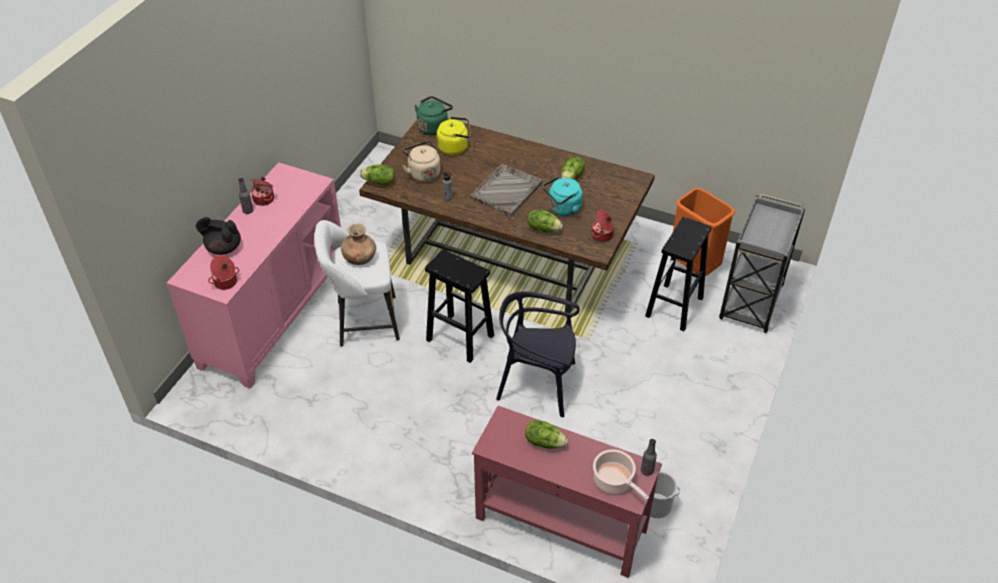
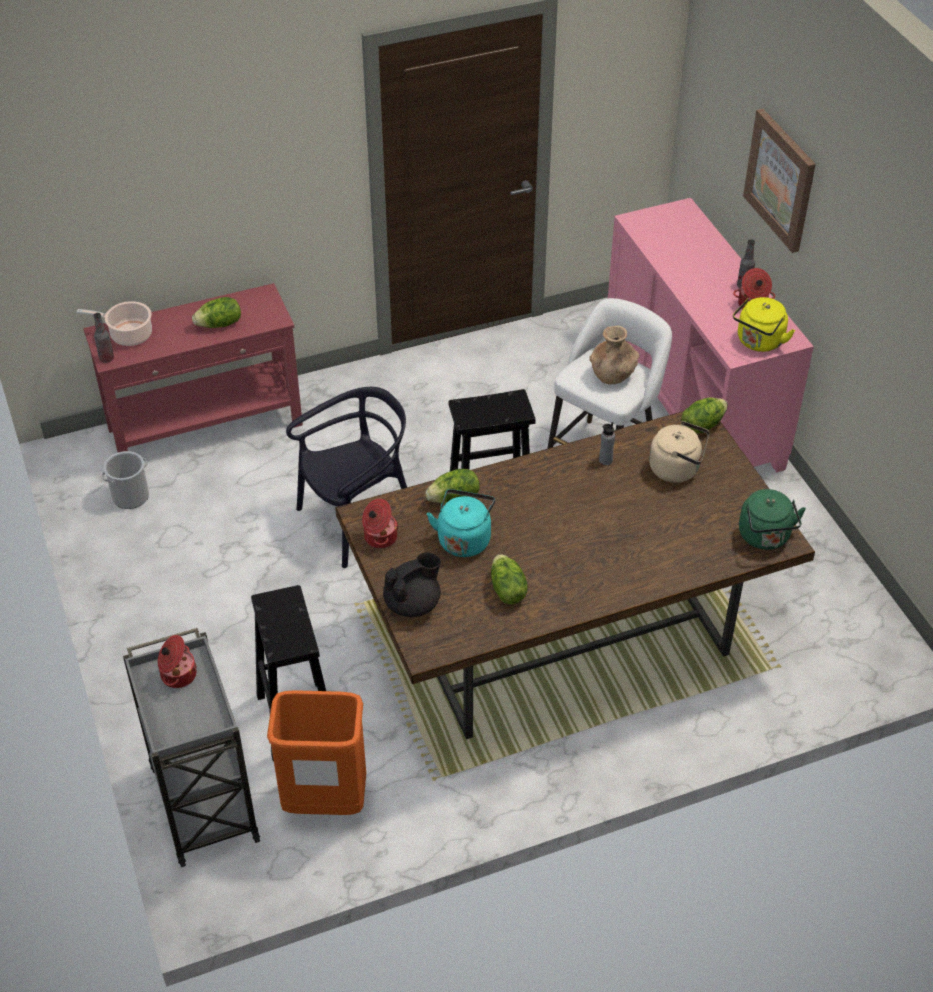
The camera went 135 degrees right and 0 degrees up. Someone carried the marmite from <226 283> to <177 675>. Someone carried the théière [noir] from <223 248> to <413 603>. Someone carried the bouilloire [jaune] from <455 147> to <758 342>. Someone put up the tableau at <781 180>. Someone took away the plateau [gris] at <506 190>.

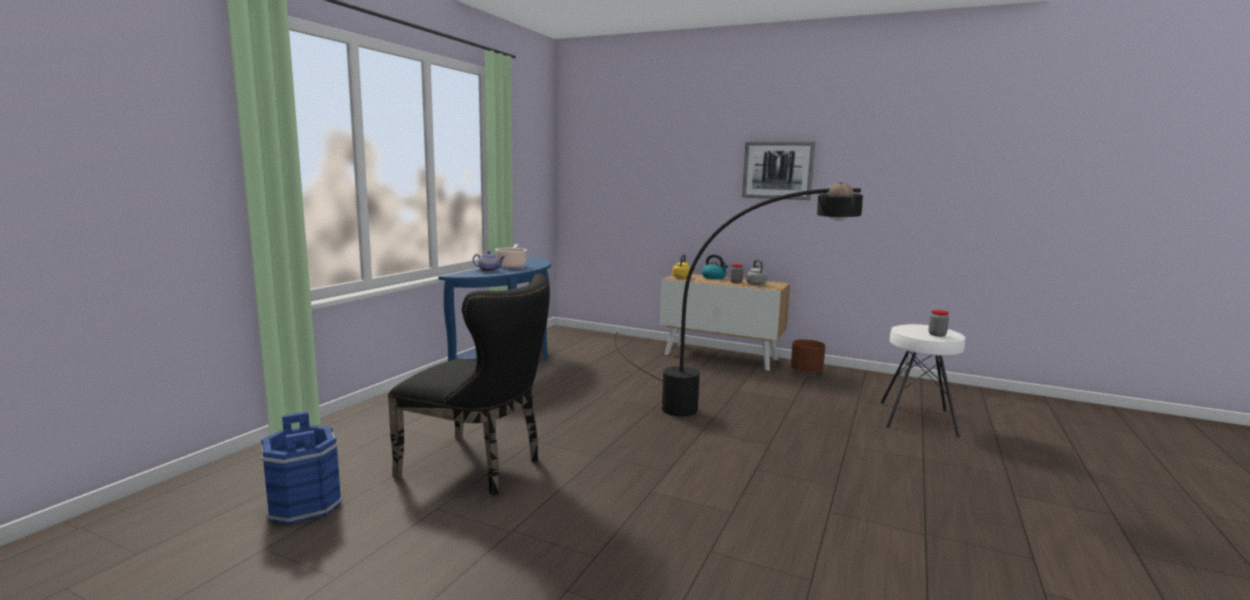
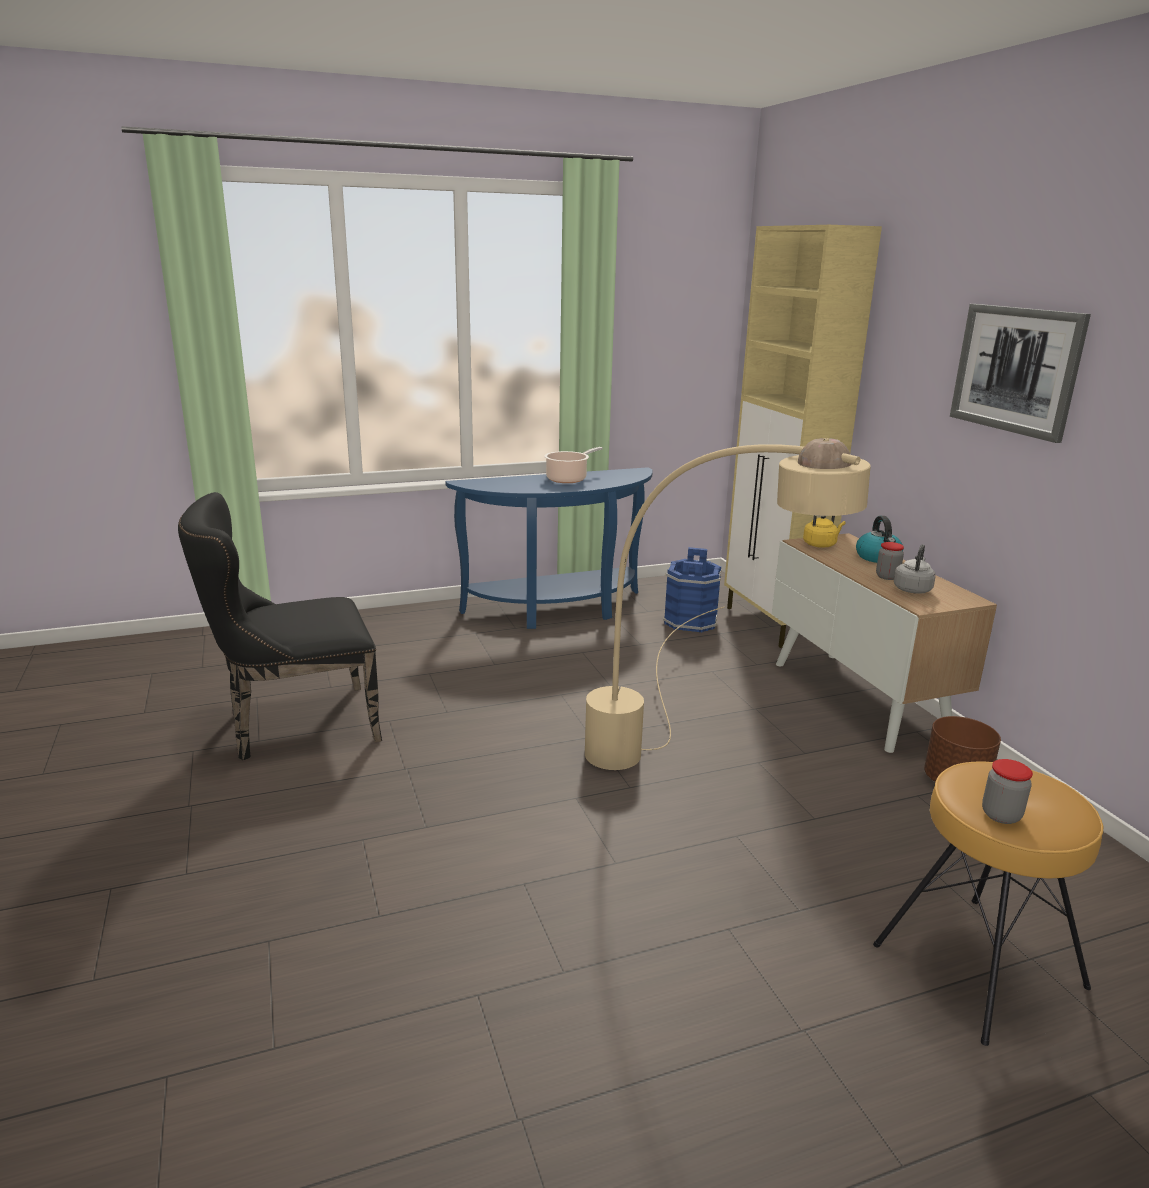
The camera went 45 degrees right and 10 degrees up. Someone rotated the chaise [noir] at <479 467> by 90 degrees clockwise. Someone repainted the lampadaire [noir] at <723 405>, which became the lampadaire [beige] at <683 776>. Someone carried the seau [bleu] from <305 505> to <691 621>. Someone put down the meuble de rangement [beige] at <771 625>. Someone repainted the tabouret [blanc] at <916 418>, which became the tabouret [marron] at <977 964>. Someone took away the théière at <489 270>.

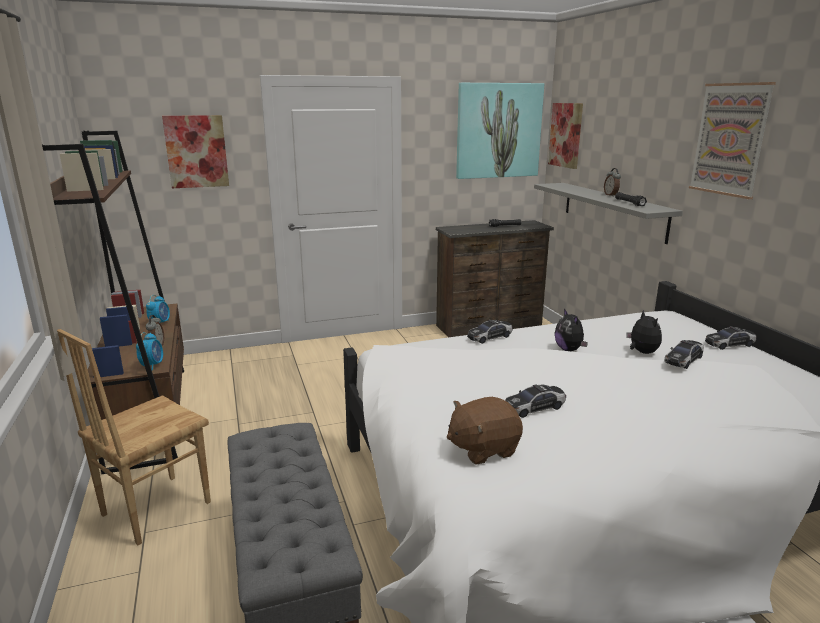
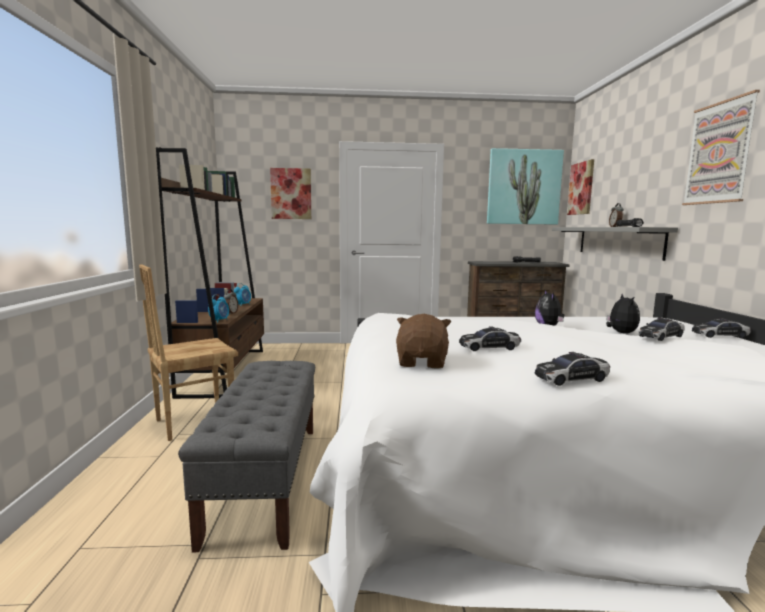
The camera went 15 degrees right and 10 degrees down. Someone rotated the peluche [marron] at <483 448> by 105 degrees clockwise. Someone carried the petite voiture from <490 337> to <571 378>.

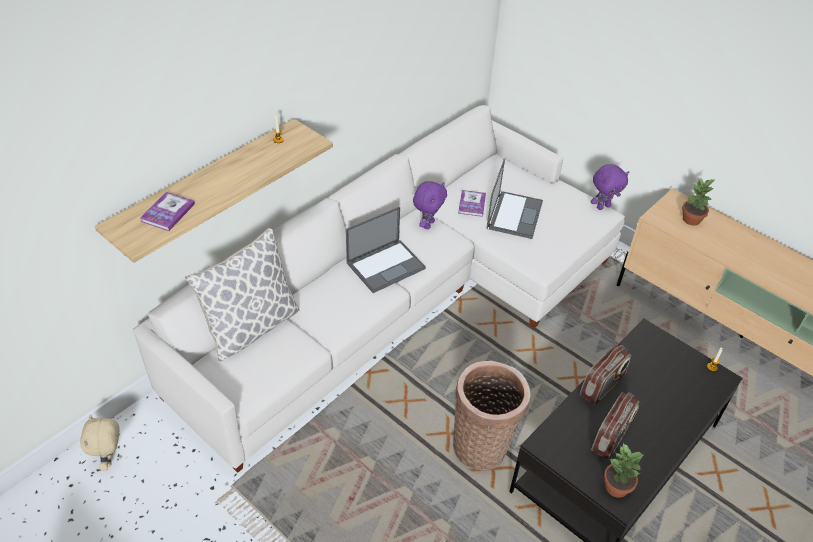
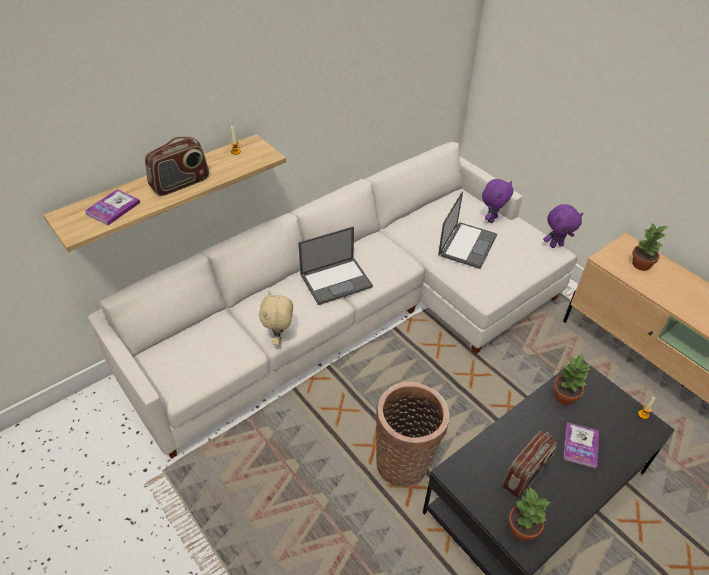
The camera went 10 degrees right and 0 degrees up. Someone carried the radio from <602 386> to <180 184>. Someone carried the peluche [beige] from <110 460> to <279 338>. Someone carried the peluche [violet] from <428 224> to <491 219>. Someone put down the plante en pot at <565 396>. Someone carried the livre from <472 204> to <580 446>. Someone took away the coussin at <251 327>.

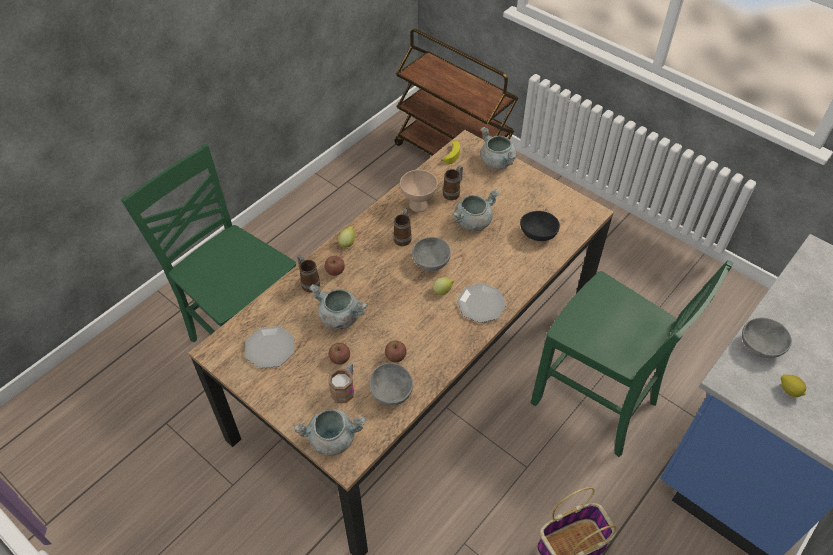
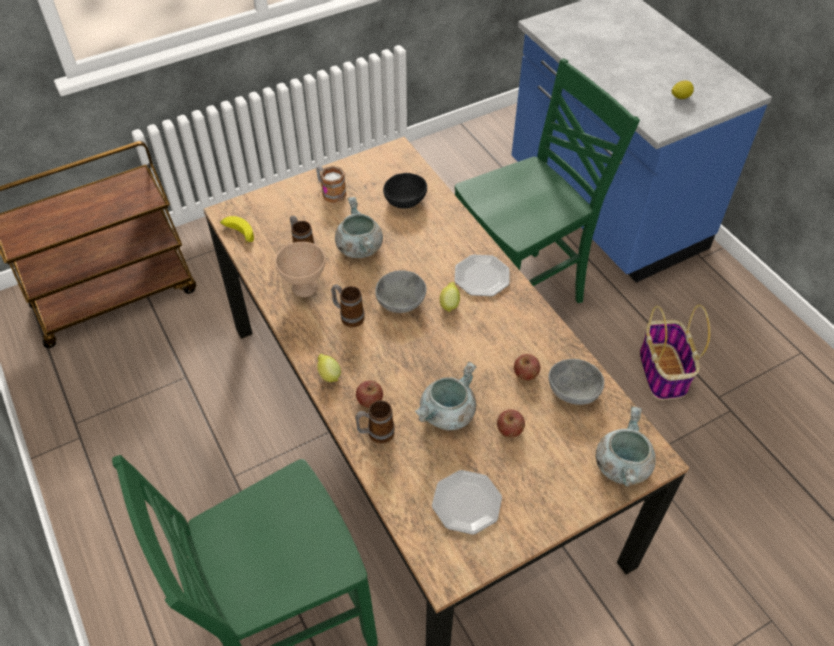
The camera went 70 degrees left and 0 degrees up. Someone carried the mug from <344 388> to <330 192>. Someone took away the marmite [gris] at <497 162>. Someone took away the bol [gris] at <761 347>.

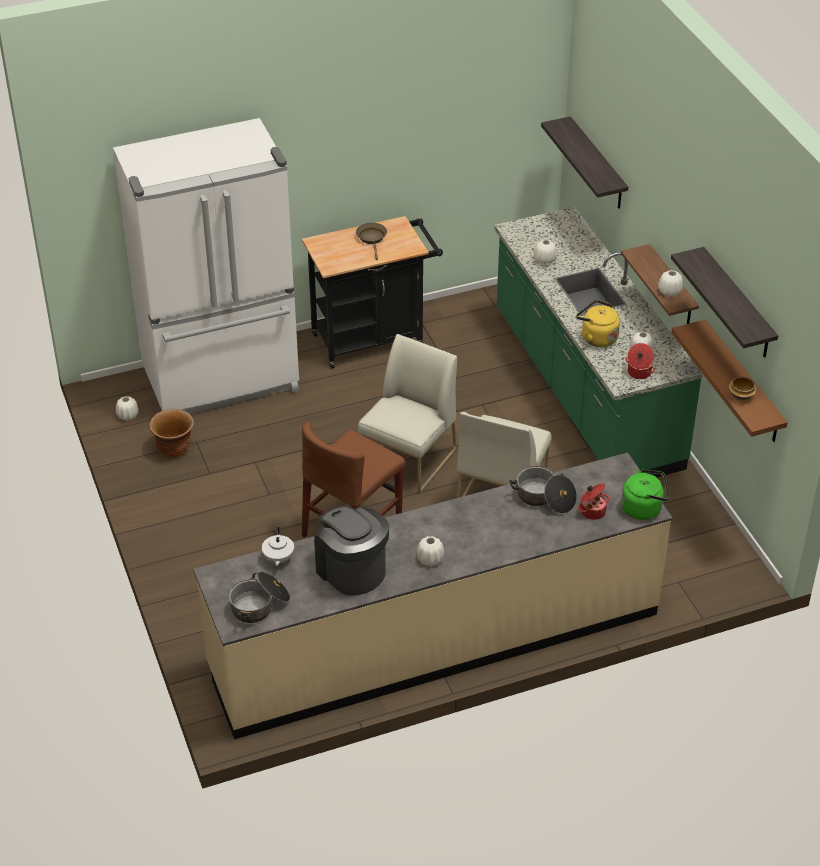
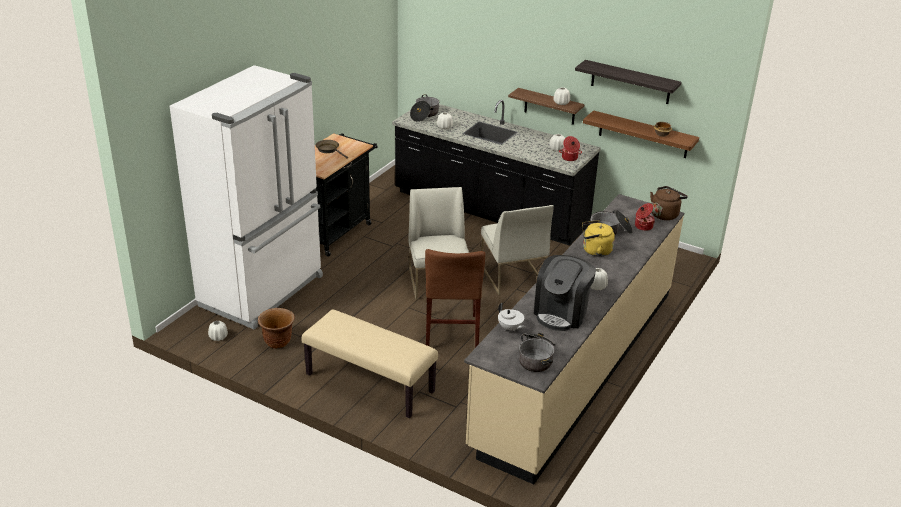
The camera went 40 degrees left and 10 degrees down. Someone put down the banc [beige] at <369 383>. Someone repainted the comptoir de cuisine [vert] at <584 390>, which became the comptoir de cuisine [noir] at <490 210>. Someone put down the marmite at <424 115>. Someone rotated the machine à café at <351 570> by 75 degrees counterclockwise. Someone carried the bouilloire [jaune] from <597 337> to <595 251>. Someone repainted the bouilloire [vert] at <644 508>, which became the bouilloire [marron] at <665 214>. Someone took away the étagère at <597 164>.

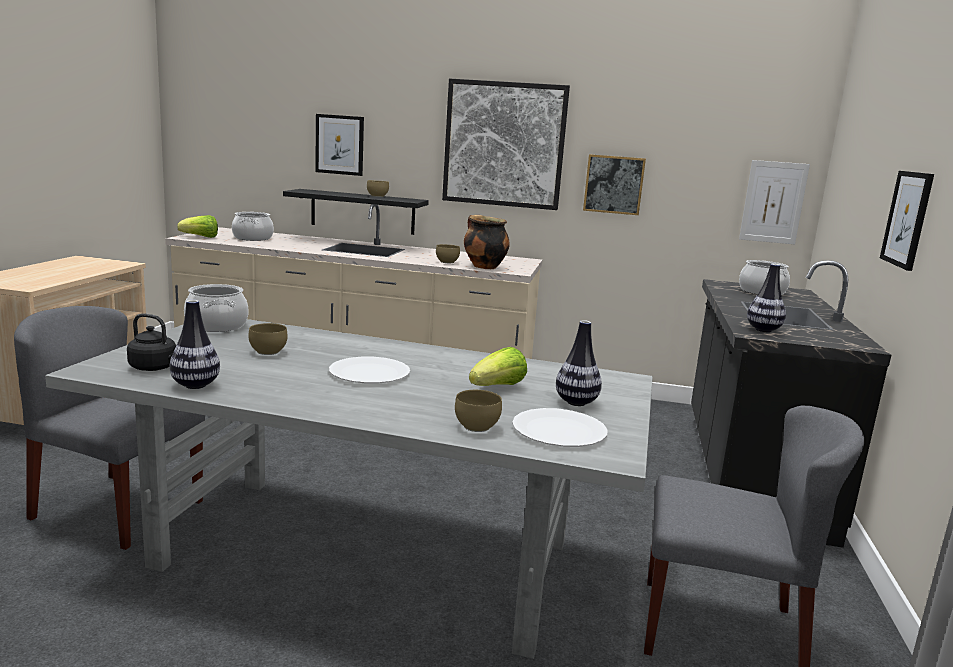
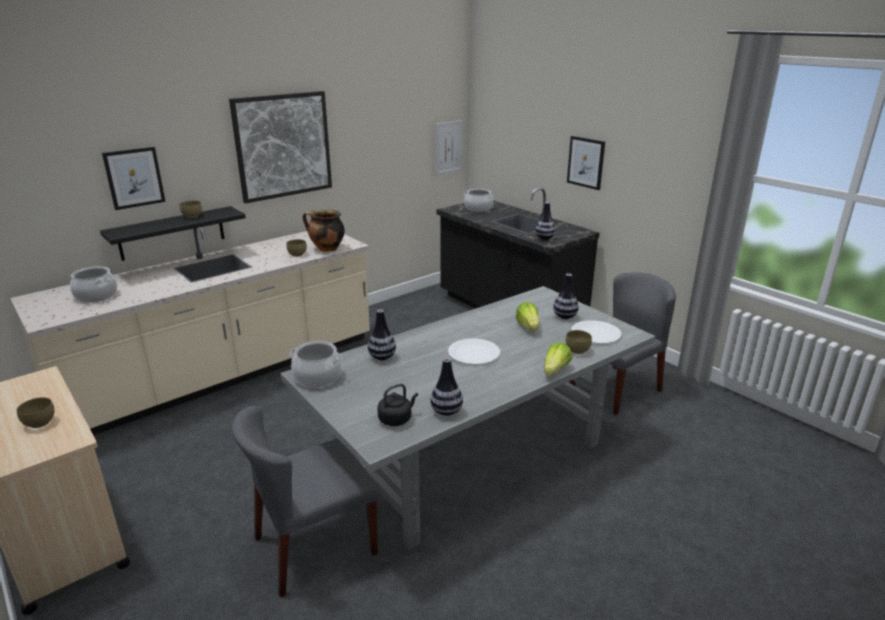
The camera went 50 degrees left and 10 degrees up. Someone carried the bol [marron] from <267 351> to <38 423>. Someone put down the vase at <382 357>. Someone carried the laitue from <200 237> to <555 370>. Someone took away the tableau at <613 184>.

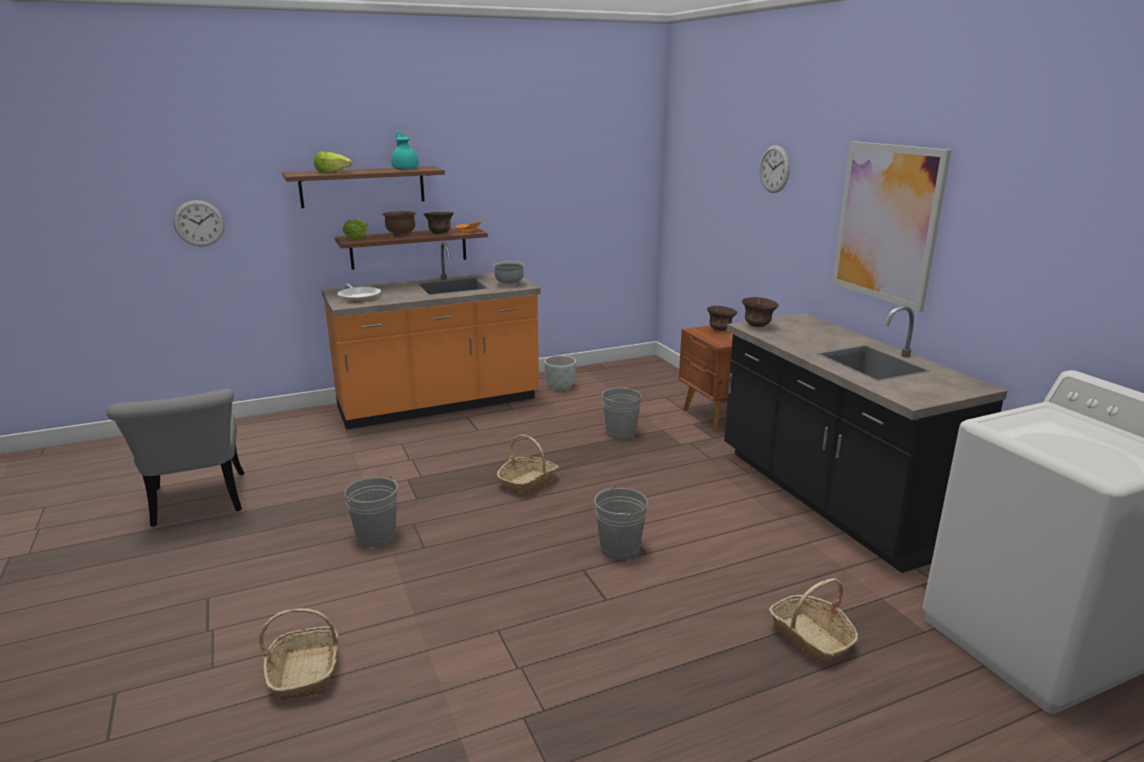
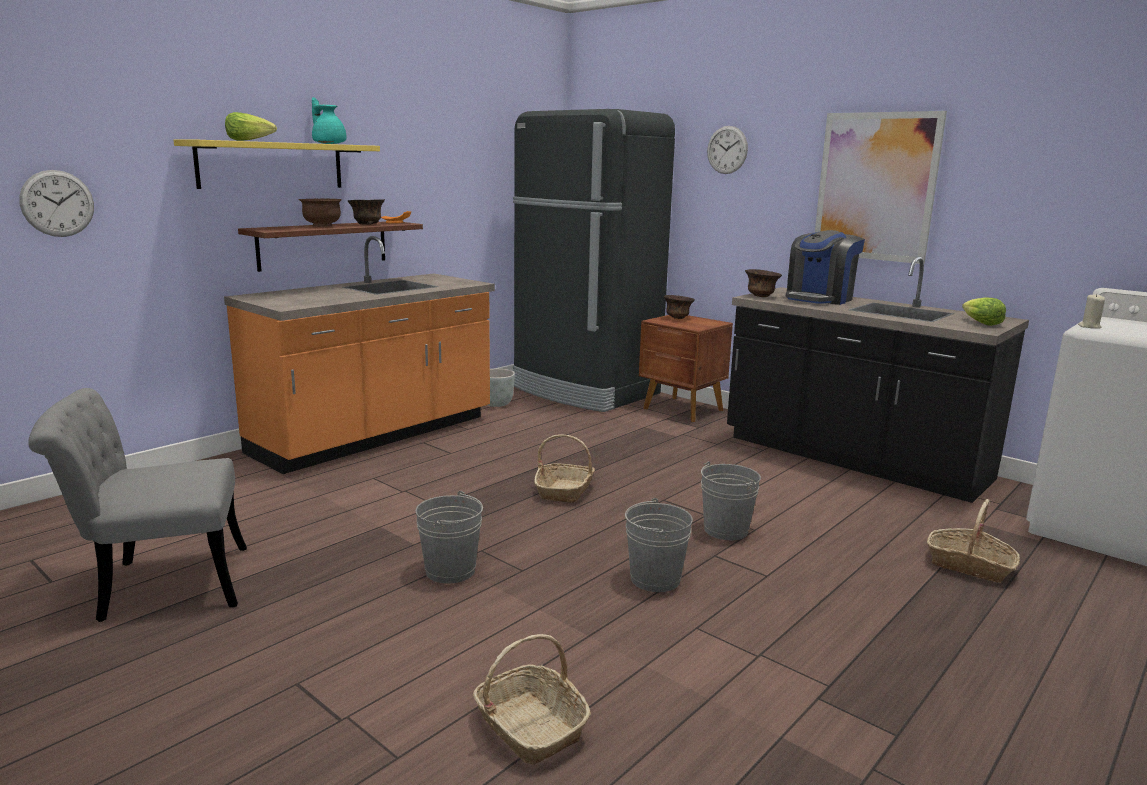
The camera went 25 degrees left and 5 degrees down. Someone rotated the chaise [gris] at <198 505> by 120 degrees clockwise. Someone repainted the étagère [marron] at <362 187>, which became the étagère [jaune] at <271 165>. Someone put down the réfrigérateur [noir] at <585 391>. Someone carried the seau [gris] from <621 432> to <655 579>. Someone put down the machine à café at <819 299>. Someone carried the laitue from <357 238> to <980 323>. Someone put down the bougie [beige] at <1089 327>. Someone took away the poêle at <359 296>. Someone took away the bol [gris] at <509 284>.

